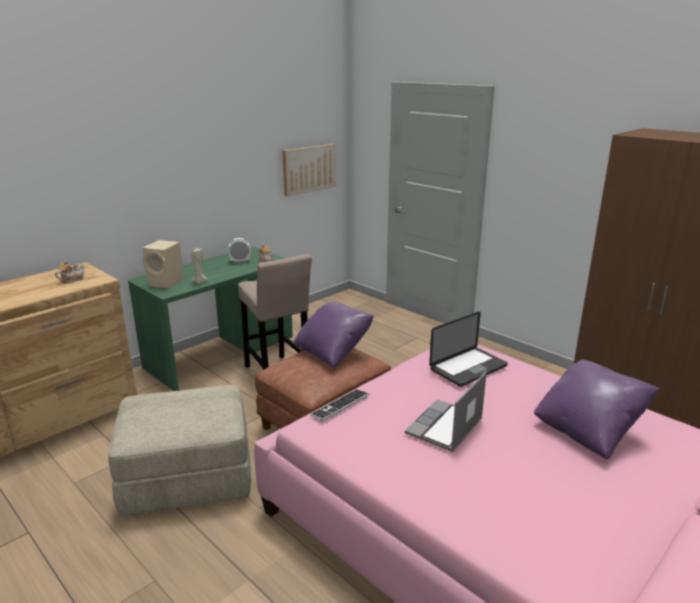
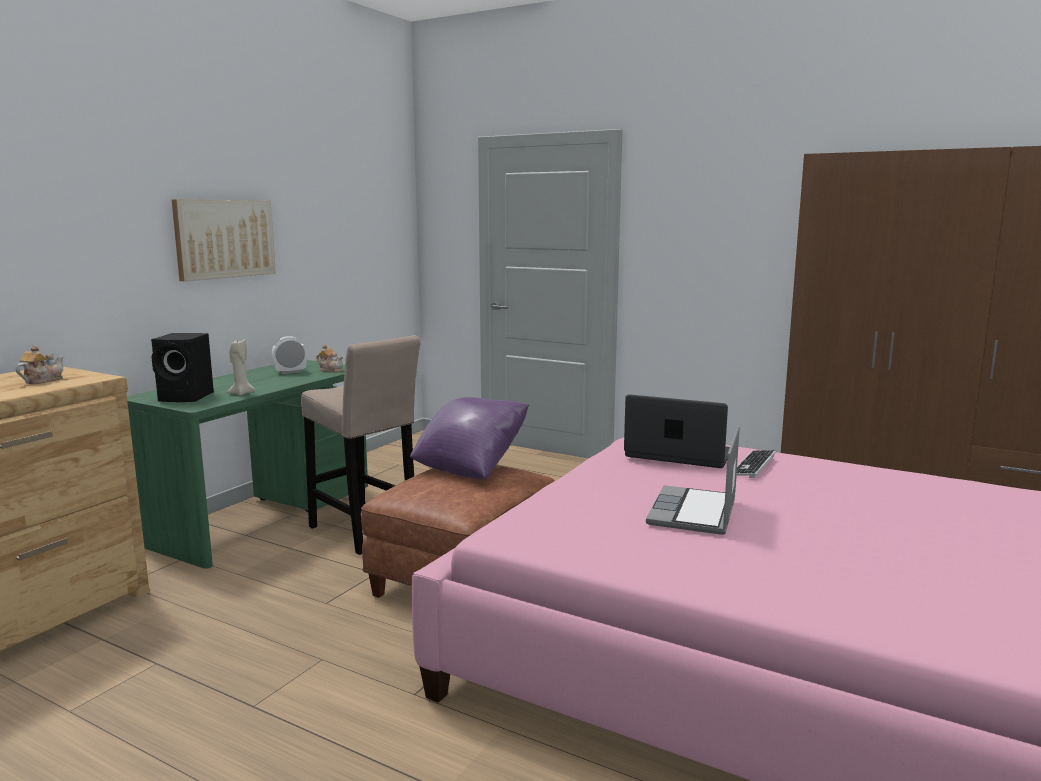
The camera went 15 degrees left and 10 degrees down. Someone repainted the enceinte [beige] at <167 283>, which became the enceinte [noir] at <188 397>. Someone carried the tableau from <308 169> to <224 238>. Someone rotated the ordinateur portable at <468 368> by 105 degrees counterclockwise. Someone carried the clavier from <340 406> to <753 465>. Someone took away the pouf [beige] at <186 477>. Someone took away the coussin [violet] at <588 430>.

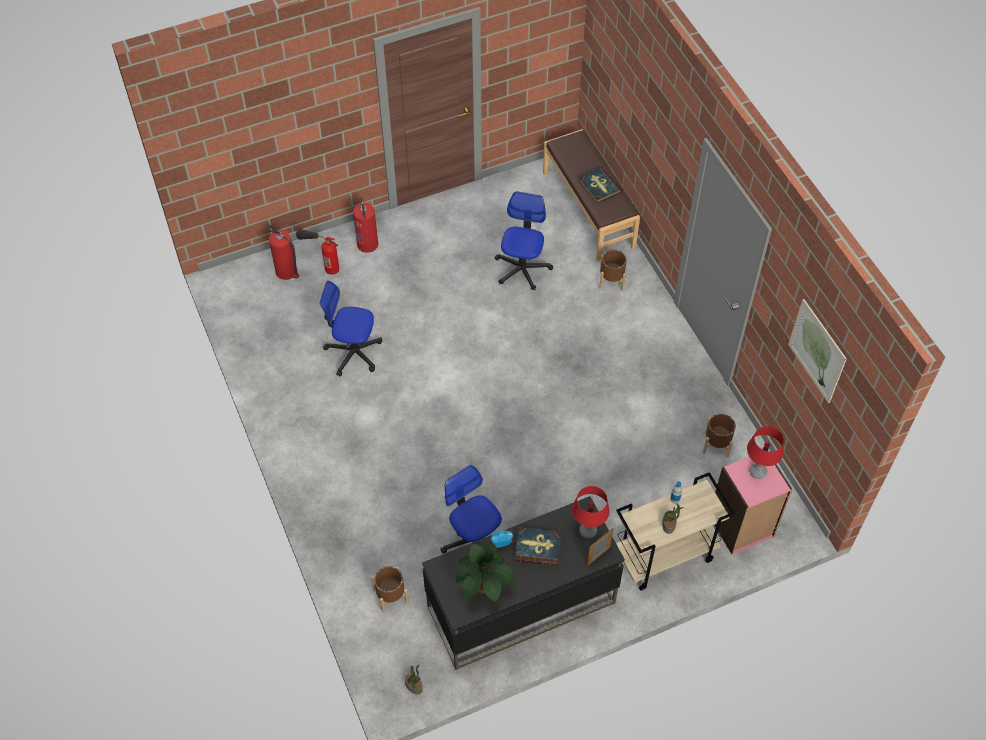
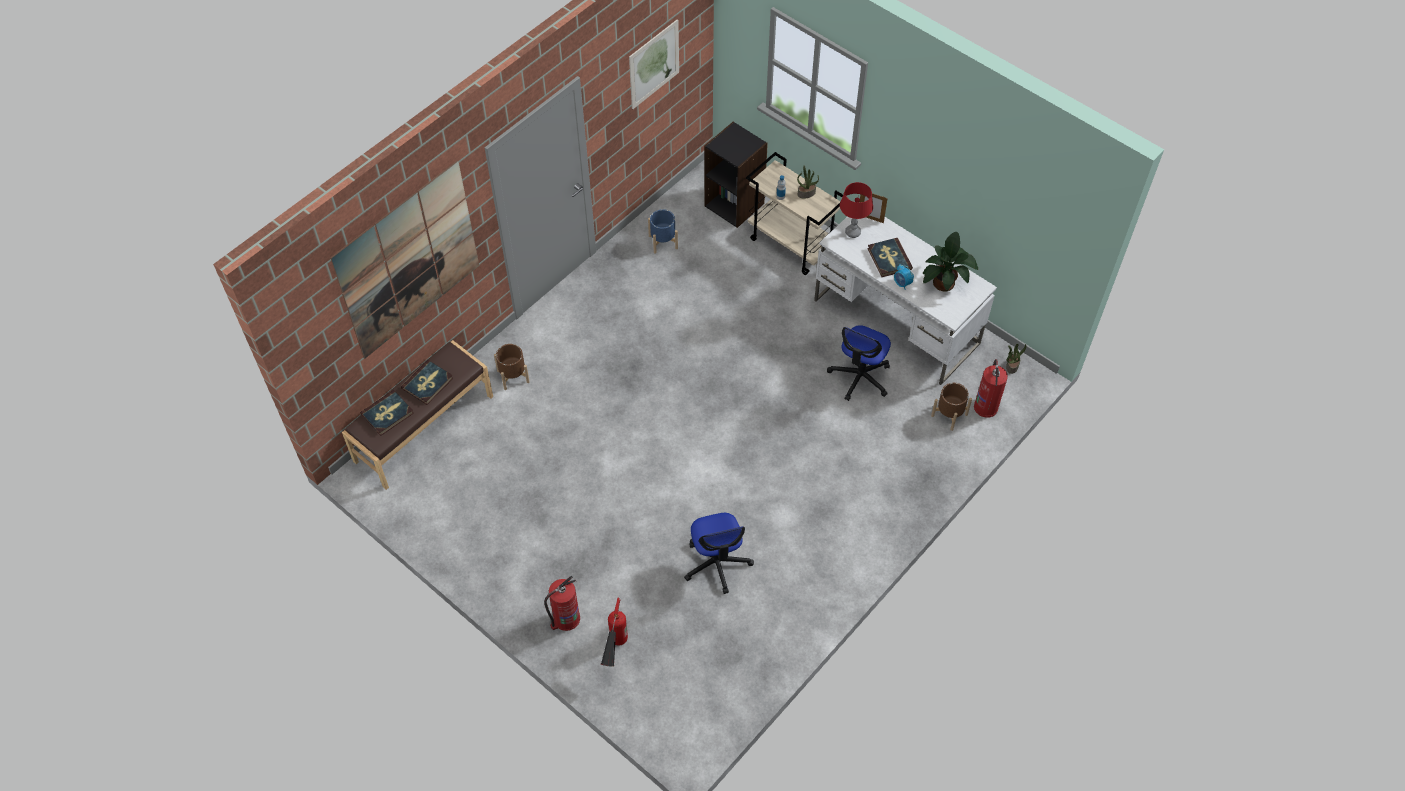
The camera went 115 degrees left and 0 degrees up. Someone put up the tableau at <408 261>. Someone put down the livre at <387 414>. Someone repainted the cache-pot [marron] at <716 444>, which became the cache-pot [bleu] at <663 242>. Someone repainted the bibliothèque [rose] at <741 526>, which became the bibliothèque [noir] at <735 204>. Someone repainted the bureau [noir] at <520 605>, which became the bureau [blanc] at <897 322>. Someone carried the extincteur from <287 271> to <986 406>. Someone took away the chaise de bureau at <522 269>. Someone took away the lampe de table [rouge] at <758 472>.

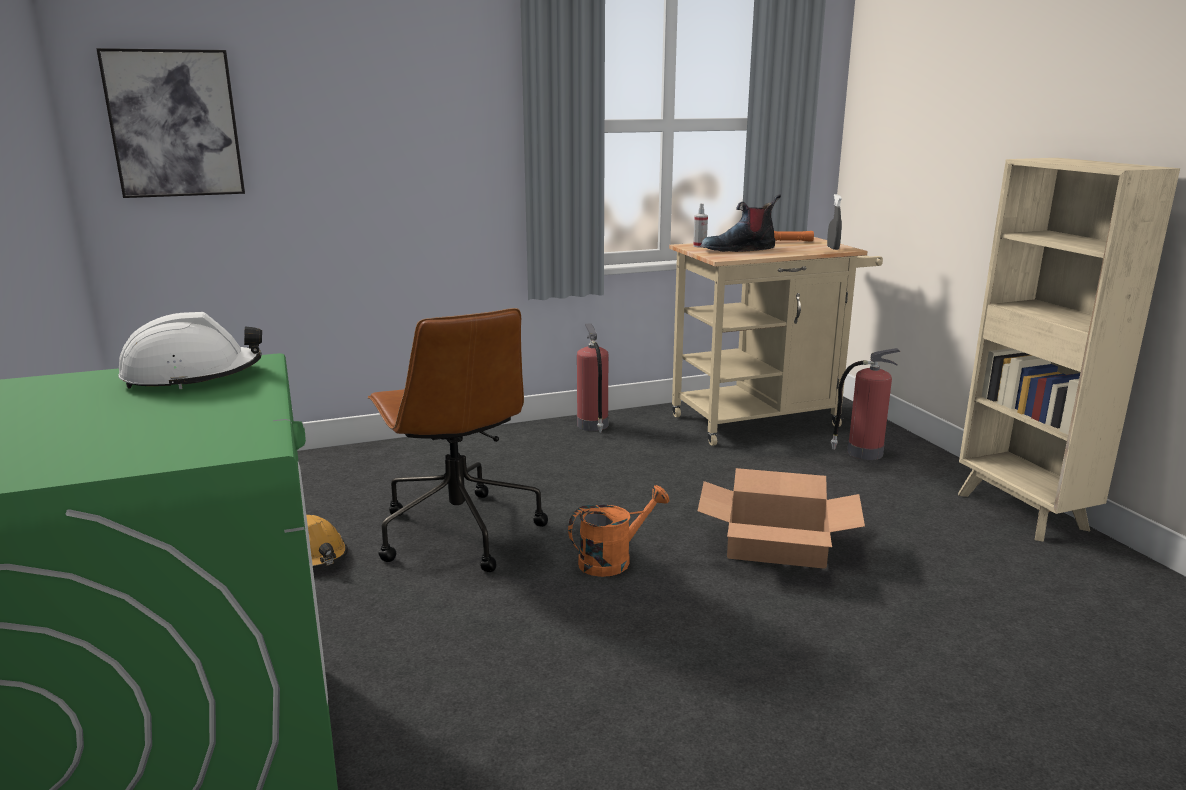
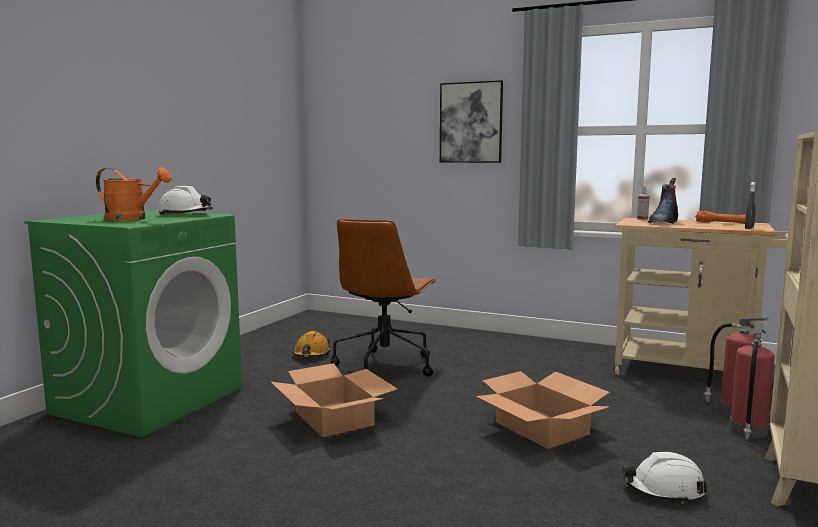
The camera went 45 degrees right and 10 degrees down. Someone carried the arrosoir [orange] from <613 560> to <132 219>. Someone put down the carton at <334 418>. Someone carried the tableau from <174 124> to <471 122>. Someone put down the casque de chantier [blanc] at <664 490>. Someone rotated the botte at <738 249> by 90 degrees counterclockwise. Someone carried the extincteur from <593 425> to <748 431>.

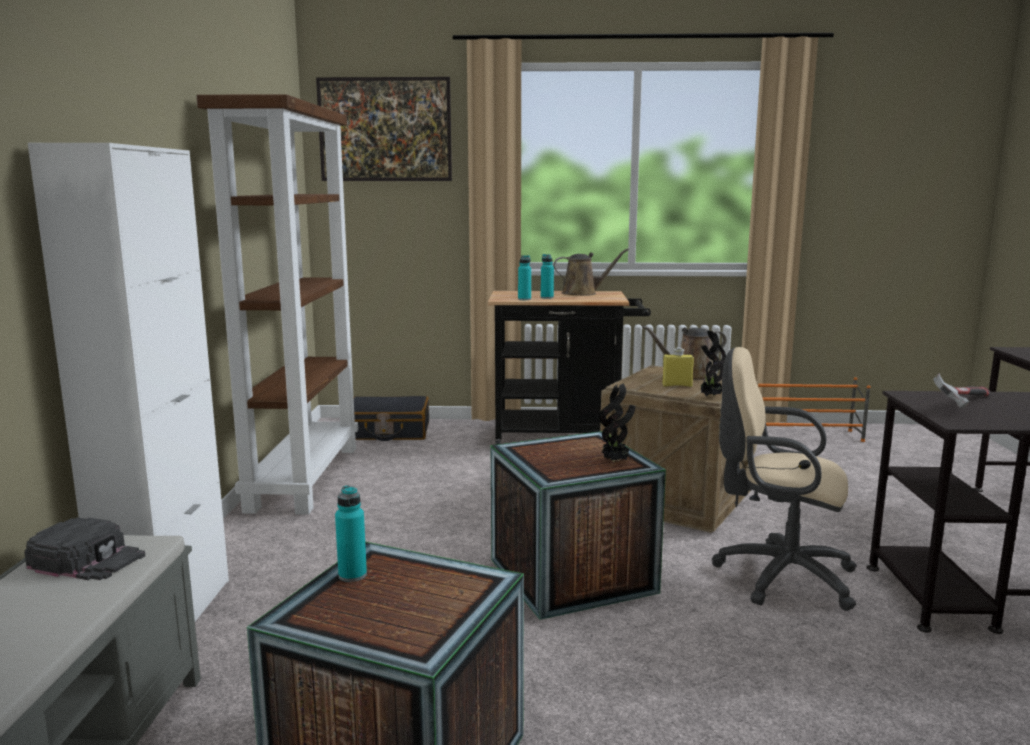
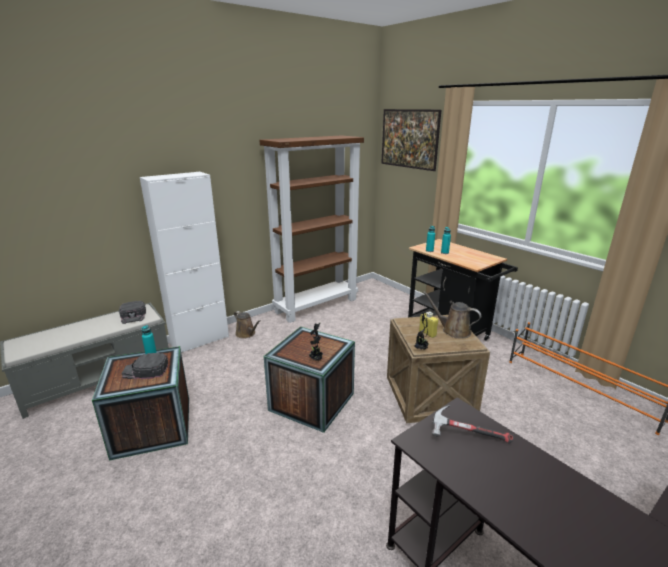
The camera went 50 degrees right and 10 degrees up. Someone put down the casquette [noir] at <146 370>. Someone carried the arrosoir [marron] from <583 293> to <246 334>. Someone took away the valise [noir] at <388 431>. Someone took away the chaise de bureau [beige] at <777 576>.

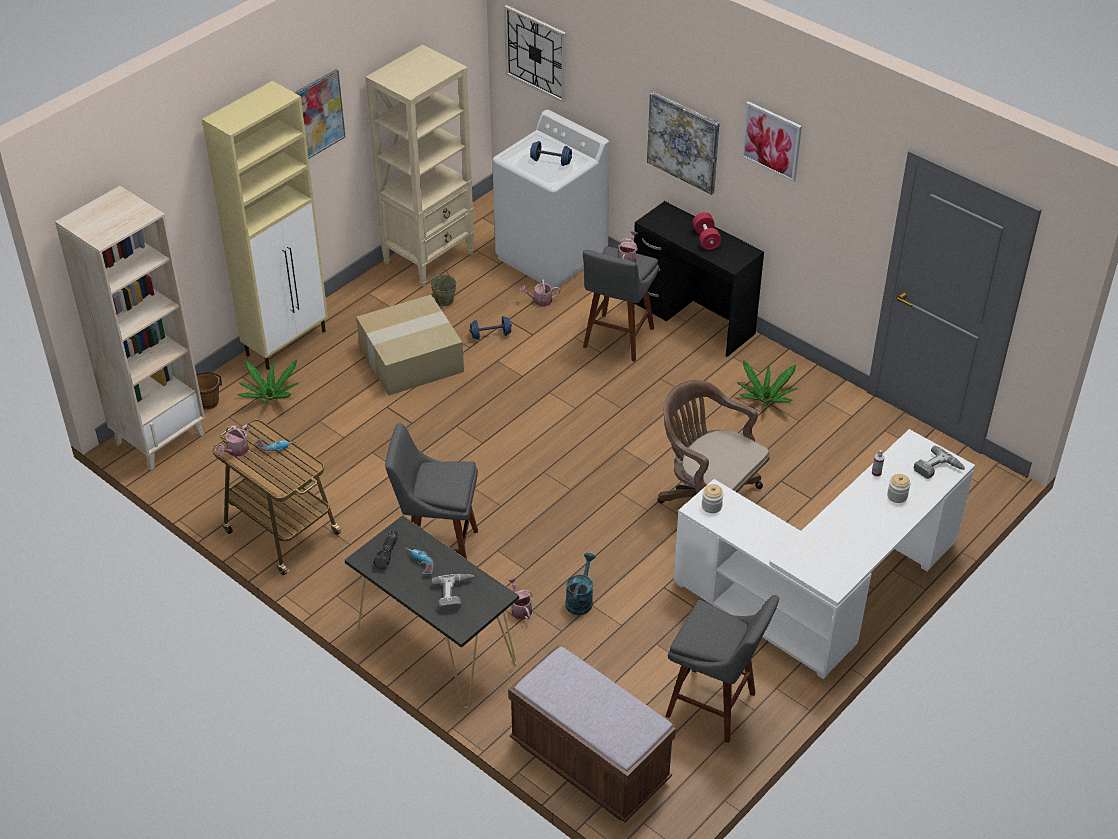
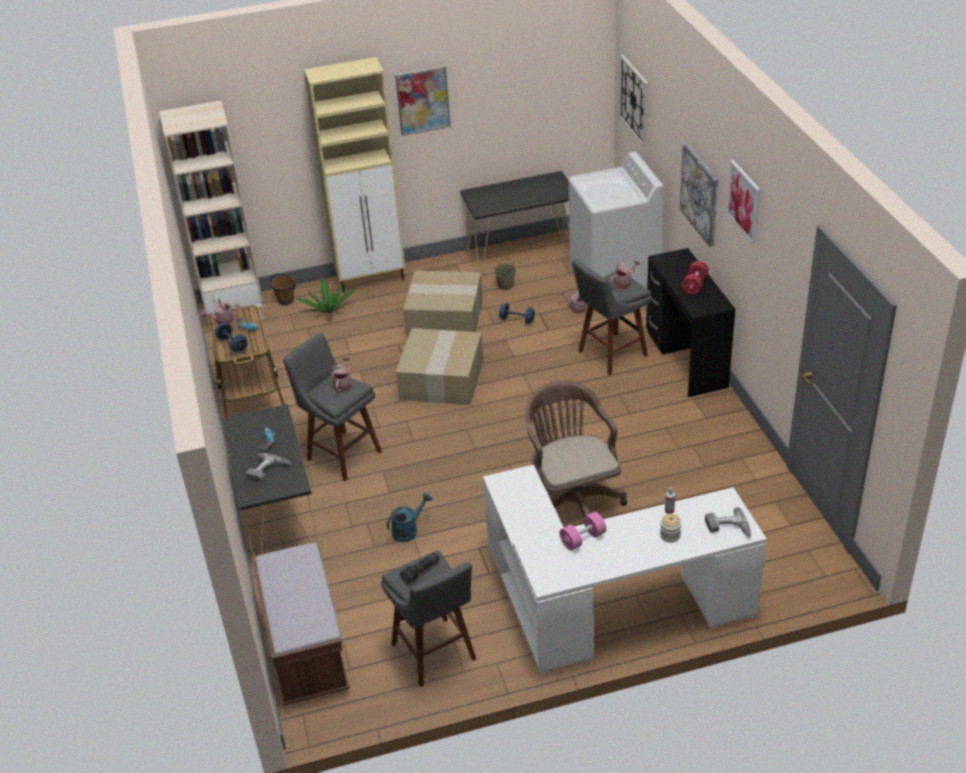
The camera went 35 degrees right and 5 degrees down. Someone carried the haltère [bleu] from <551 161> to <232 345>. Someone carried the arrosoir from <520 608> to <343 384>. Someone put down the carton at <442 380>. Someone carried the lampe de poche from <388 554> to <421 572>. Someone swapped the bibliothèque [beige] at <429 258> for the table console [noir] at <522 253>. Someone put down the haltère [rose] at <583 539>. Someone took away the bocal at <711 506>. Someone took away the plante en pot at <765 399>.

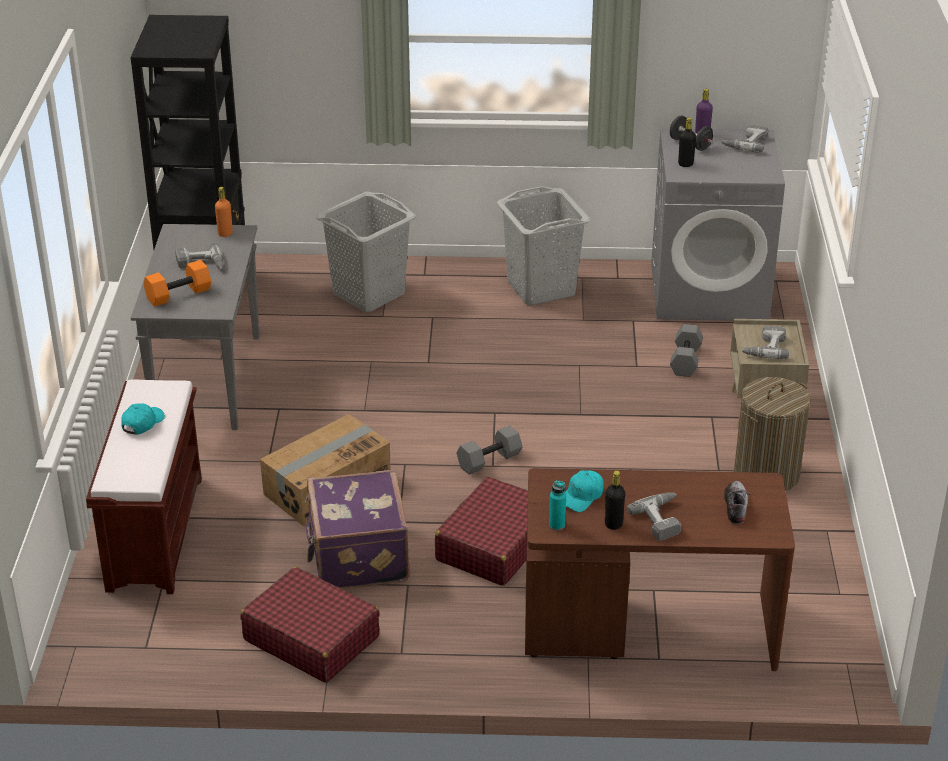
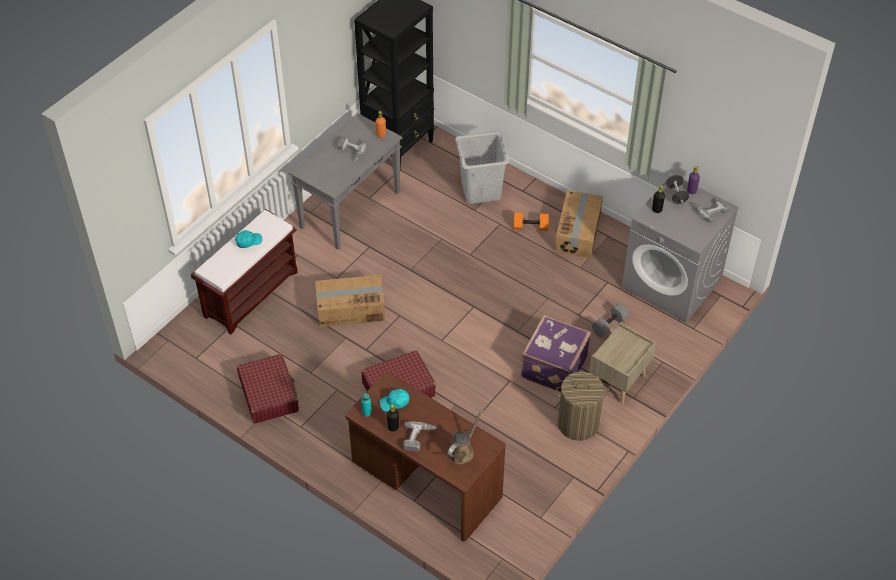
The camera went 35 degrees right and 15 degrees up. Someone swapped the chaussure at <736 506> for the arrosoir [marron] at <462 451>. Someone carried the haltère [orange] from <179 294> to <531 226>. Someone carried the valise [violet] from <357 557> to <552 366>. Someone swapped the panier à linge [gris] at <541 288> for the carton at <578 232>. Someone took away the haltère [gris] at <489 461>. Someone took away the perceuse at <764 348>.

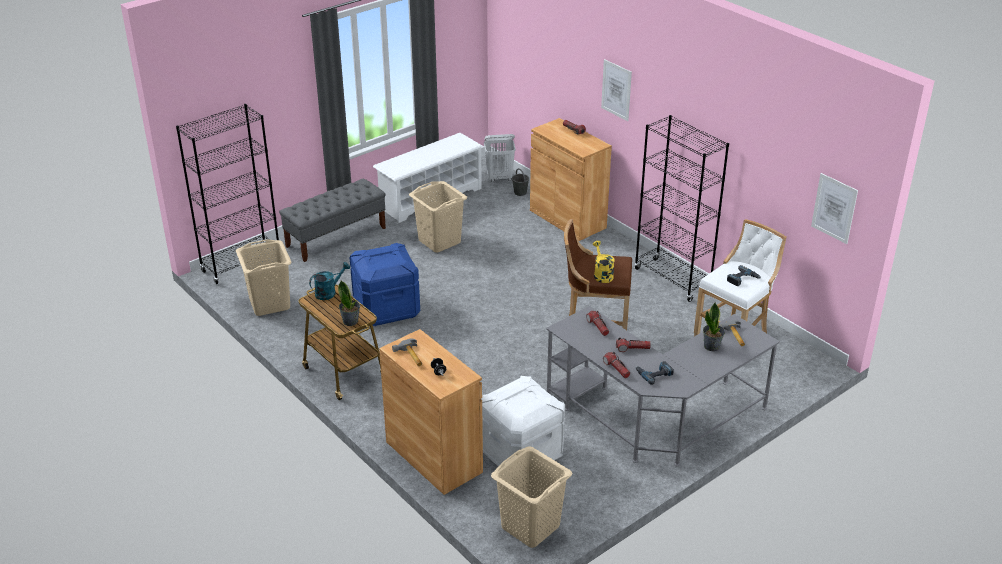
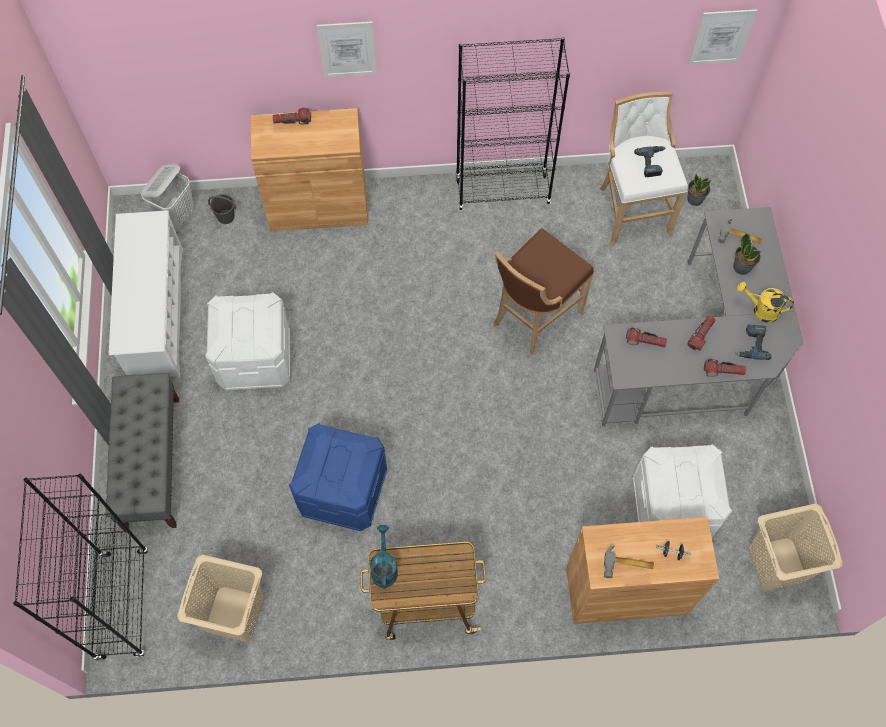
The camera went 55 degrees left and 30 degrees up. Someone swapped the panier à linge [beige] at <439 241> for the boîte de rangement [blanc] at <254 358>. Someone carried the plante en pot from <350 321> to <695 199>. Someone carried the arrosoir [jaune] from <602 274> to <761 310>.

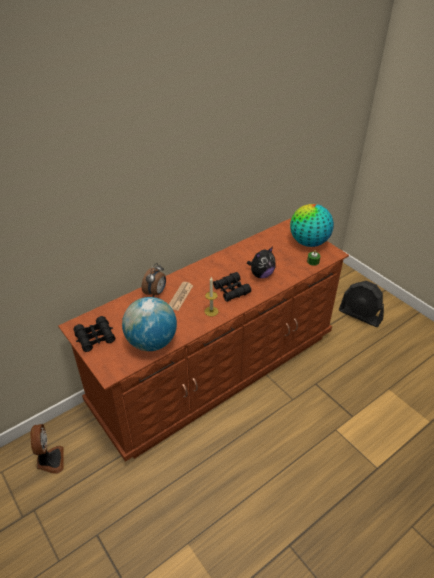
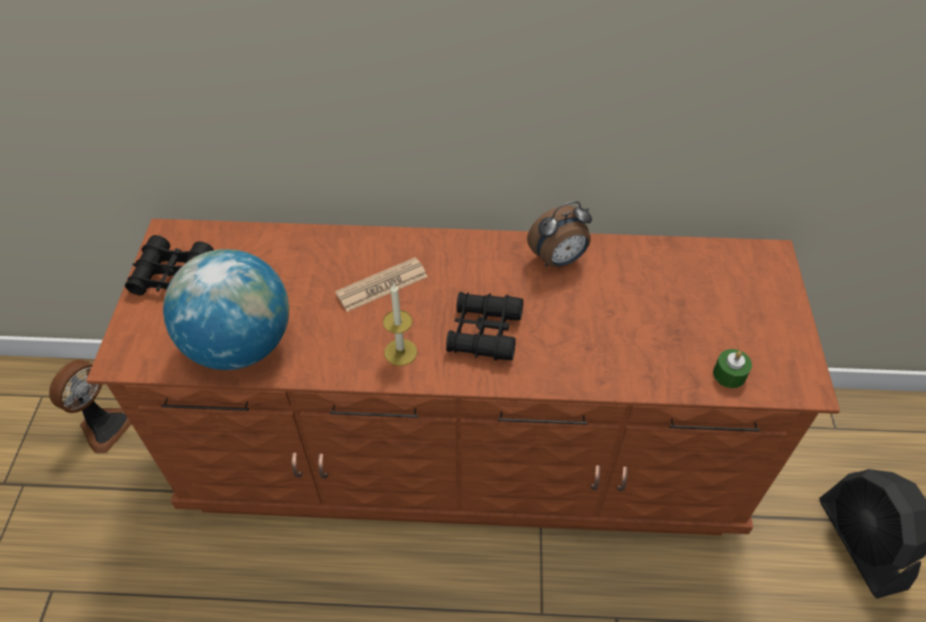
The camera went 40 degrees right and 10 degrees up. Someone carried the réveil from <156 293> to <558 260>. Someone took away the peluche at <261 274>. Someone took away the globe at <308 242>.

